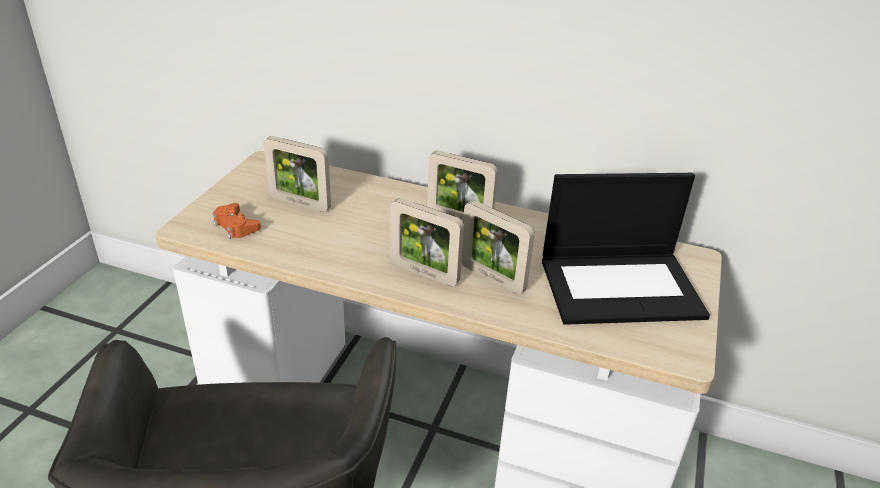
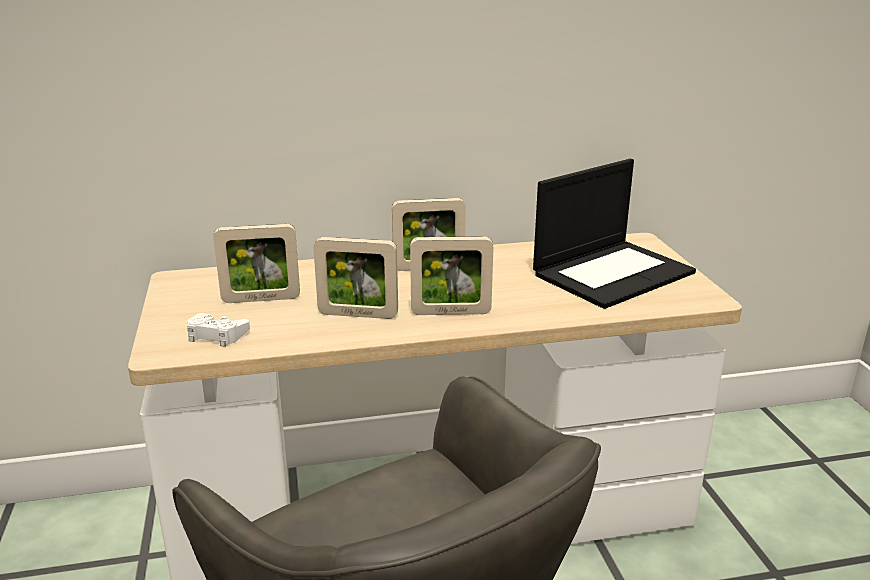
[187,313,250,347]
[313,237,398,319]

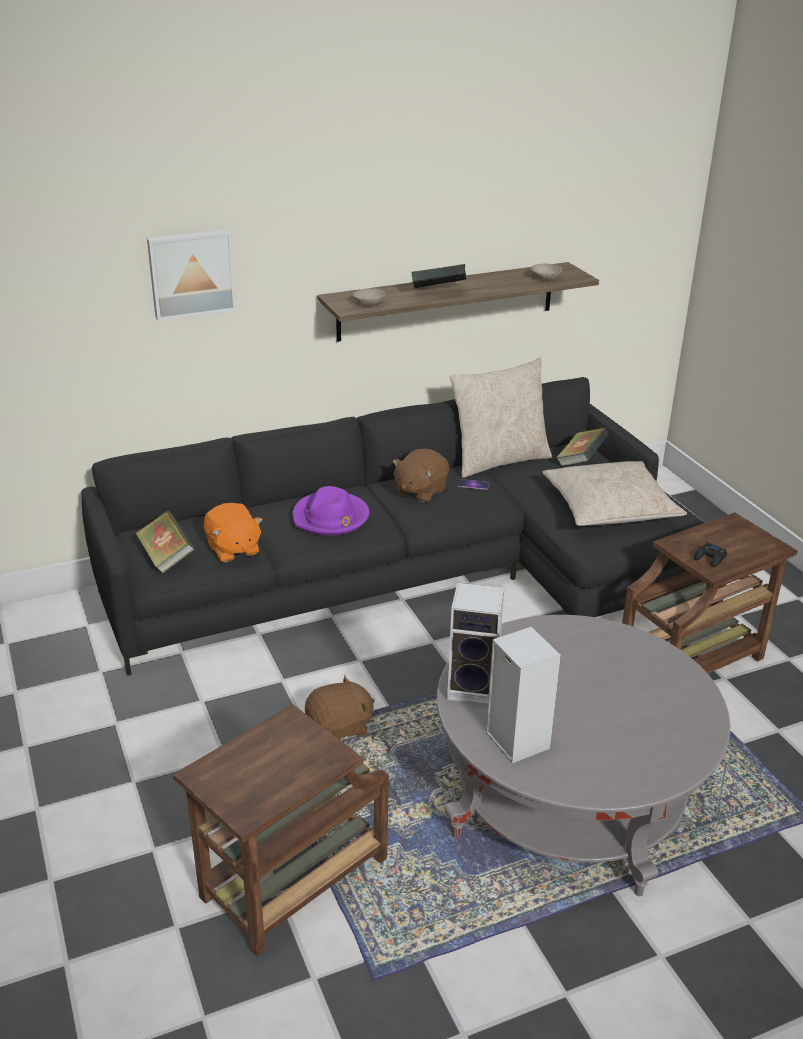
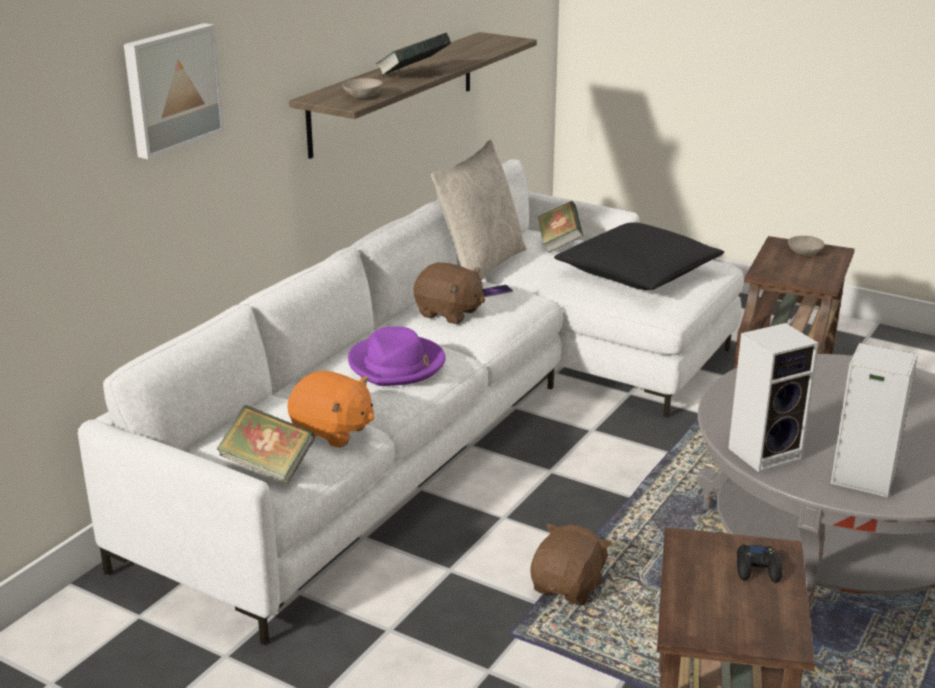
[78,159,744,646]
[414,262,485,324]
[788,236,825,256]
[554,222,724,290]
[737,544,782,583]

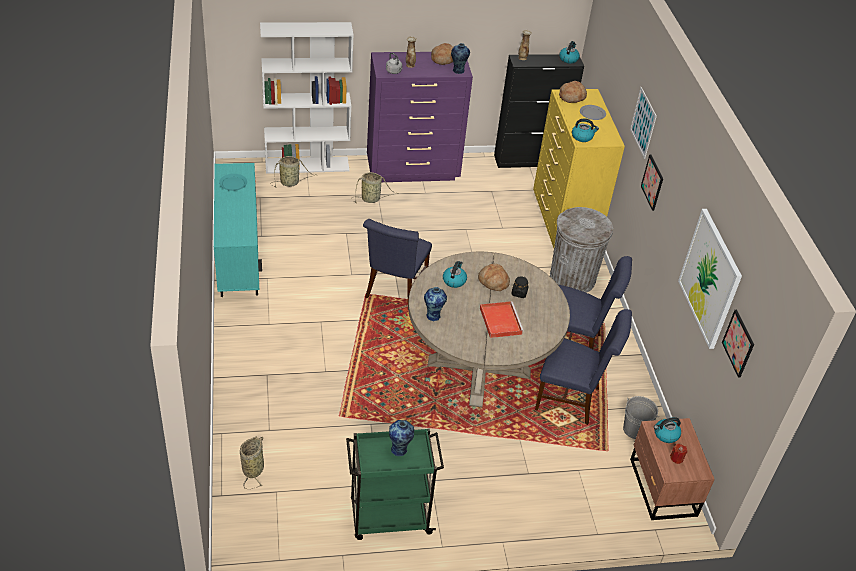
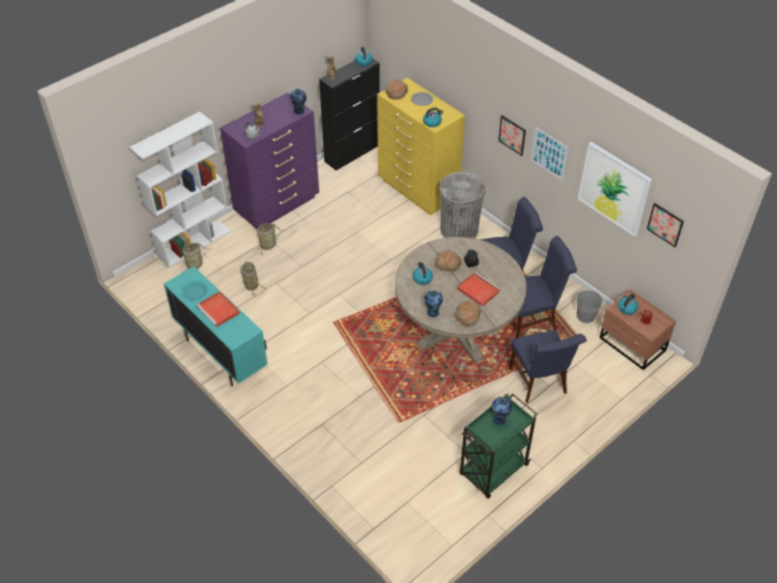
[240,262,267,296]
[509,330,587,403]
[456,301,481,326]
[531,127,569,181]
[197,291,240,327]

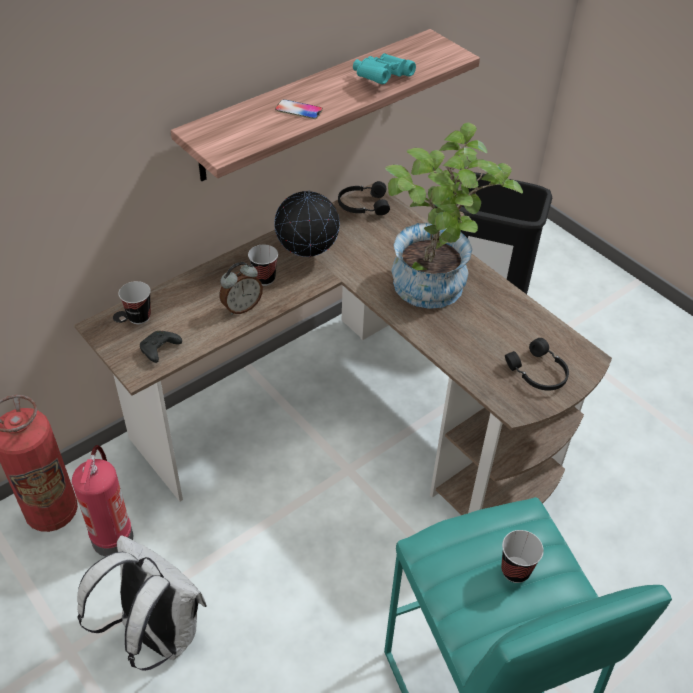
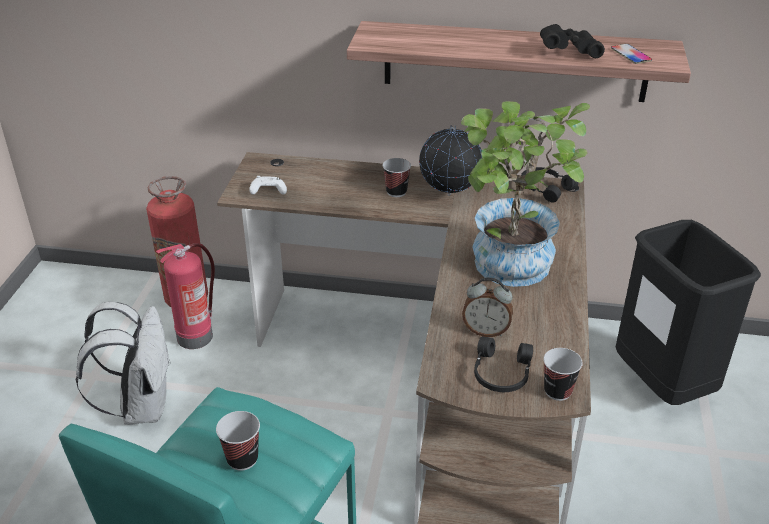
[543,348,583,401]
[249,176,287,195]
[462,277,513,337]
[611,44,652,64]
[540,24,605,58]

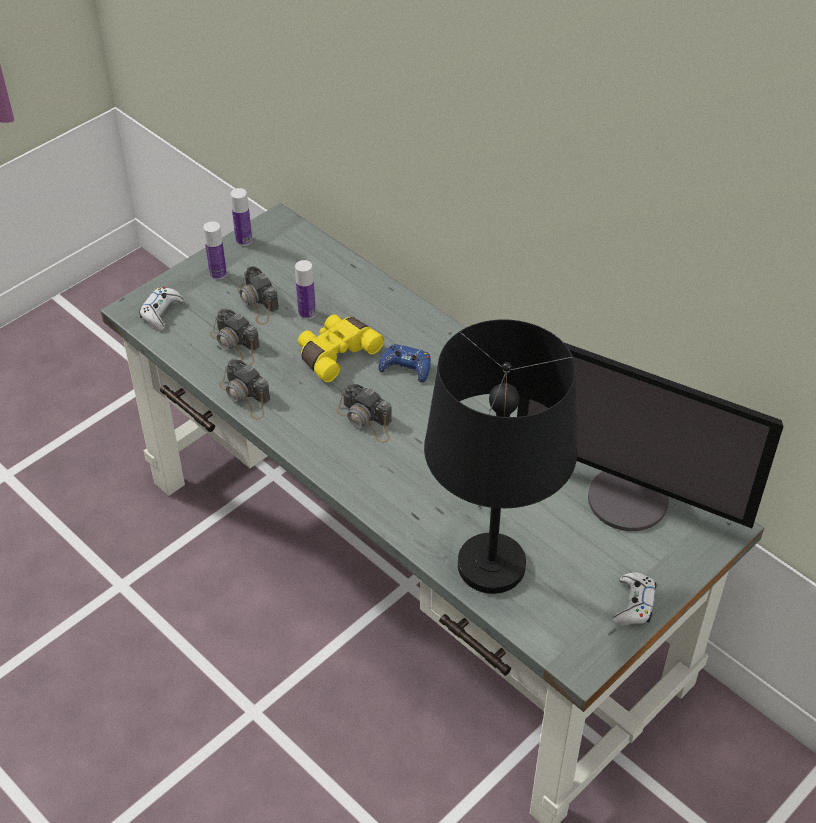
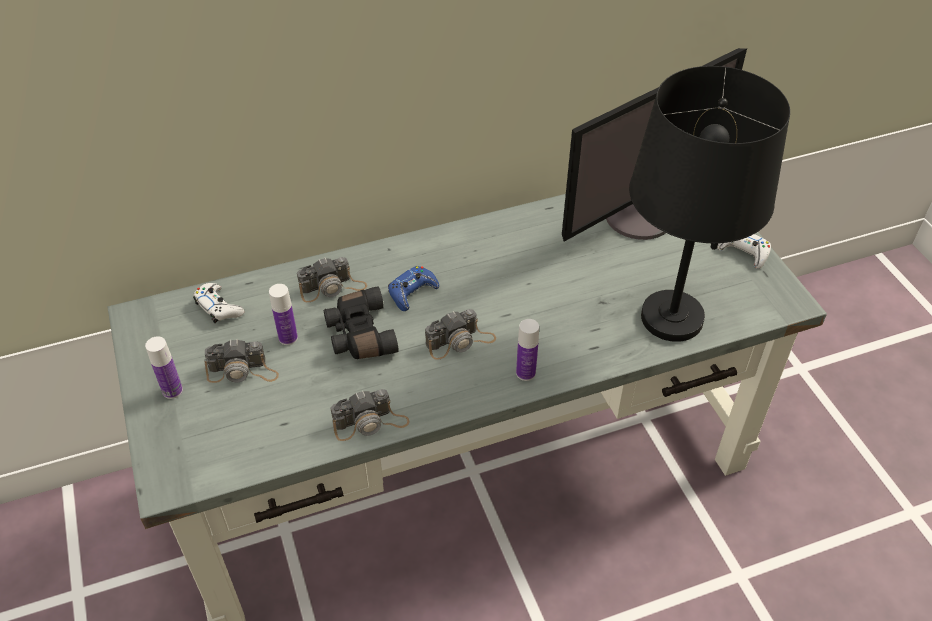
[193,283,244,323]
[297,257,367,302]
[516,319,539,381]
[324,286,399,359]

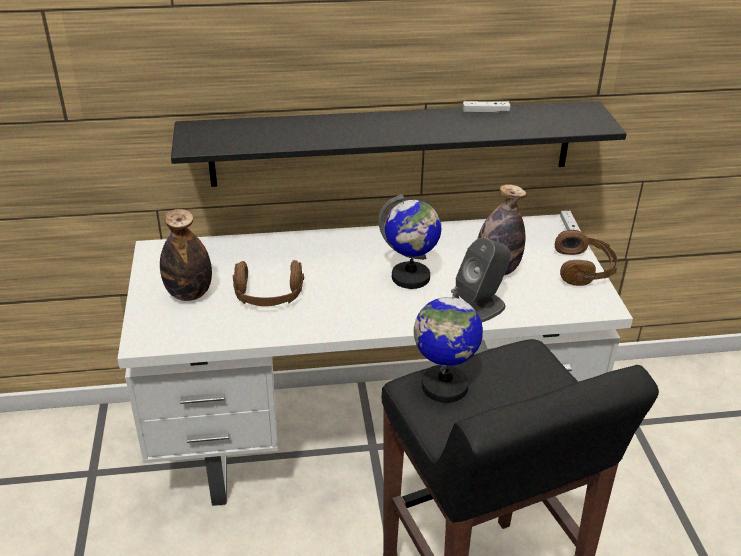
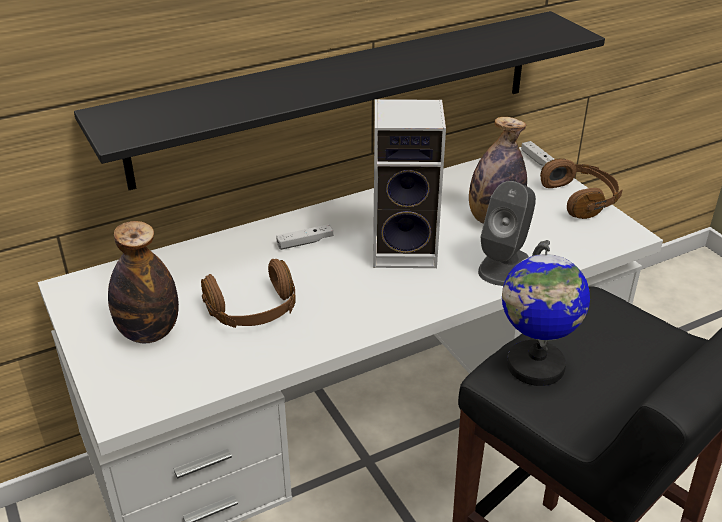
[373,99,446,268]
[276,224,333,250]

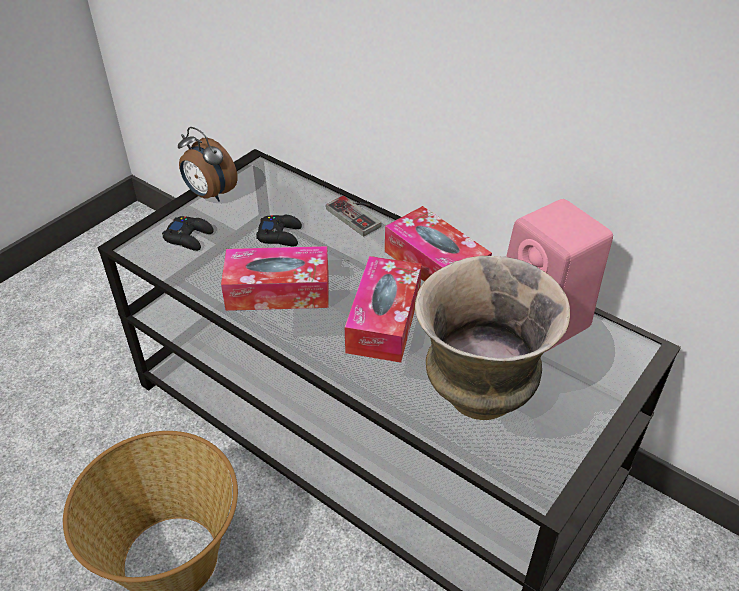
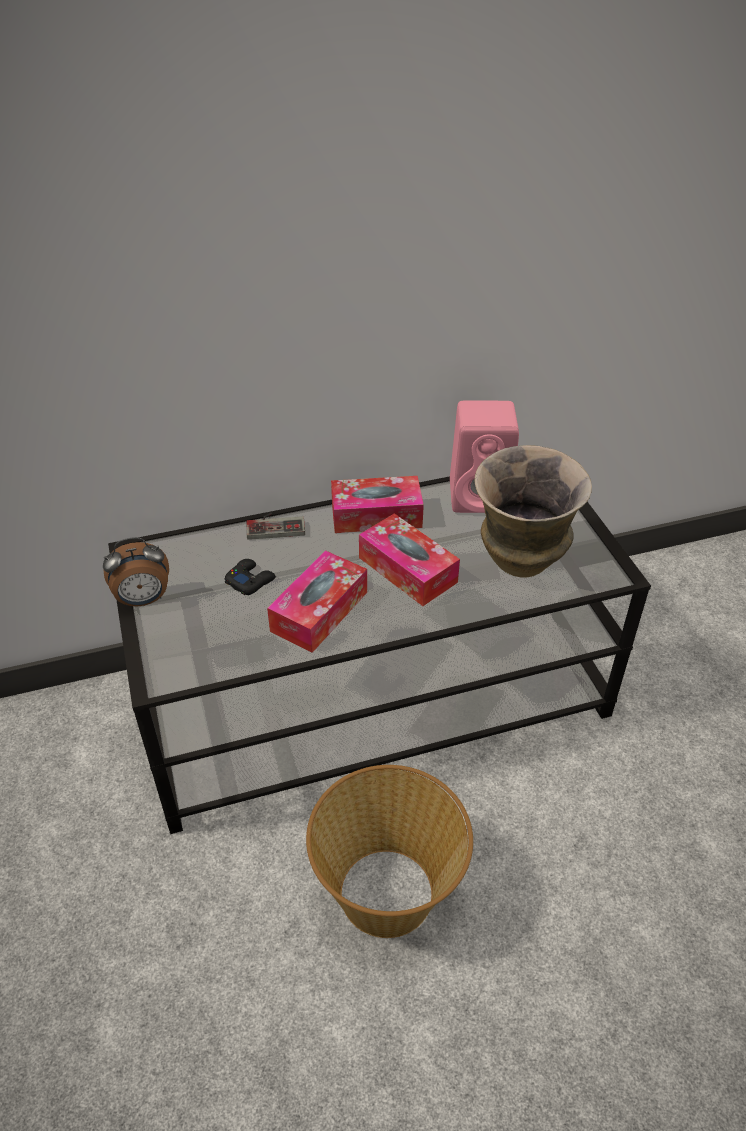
[162,216,214,251] (first image)

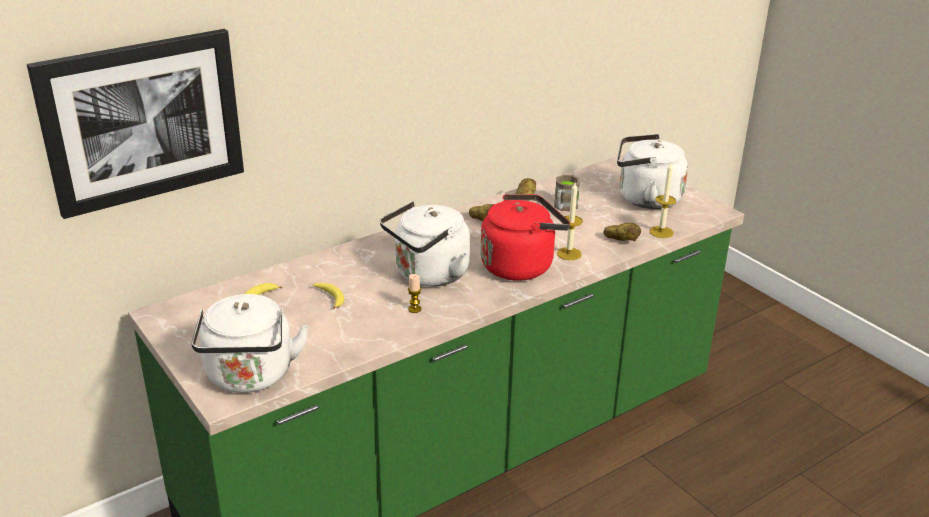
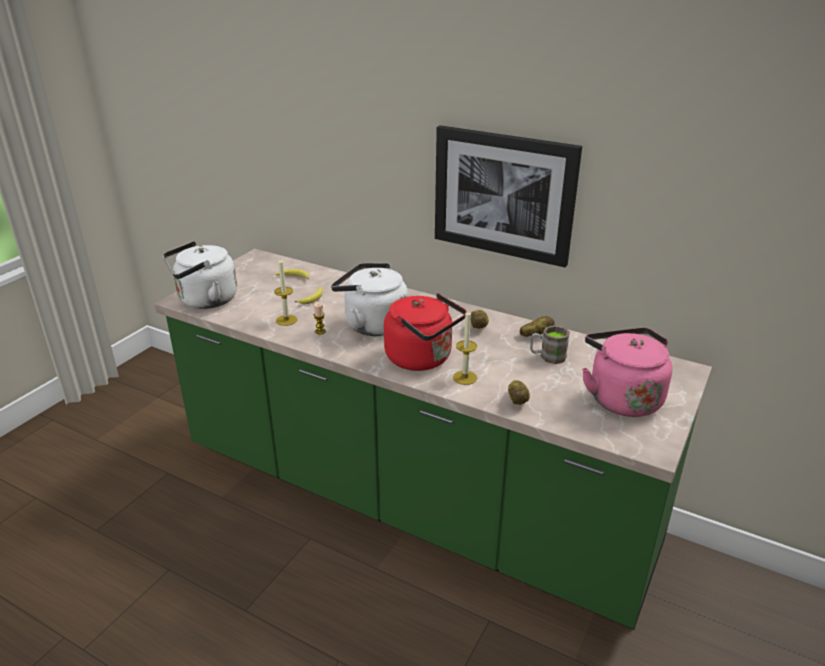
[435,125,582,267]
[582,328,673,417]
[274,258,297,326]

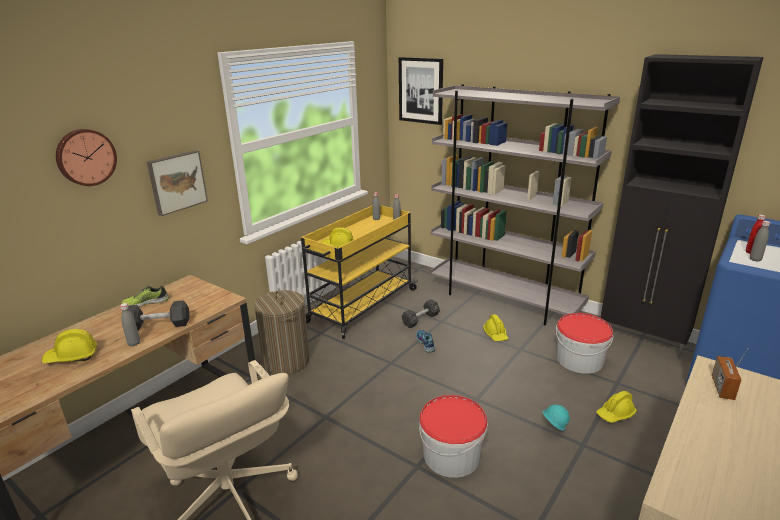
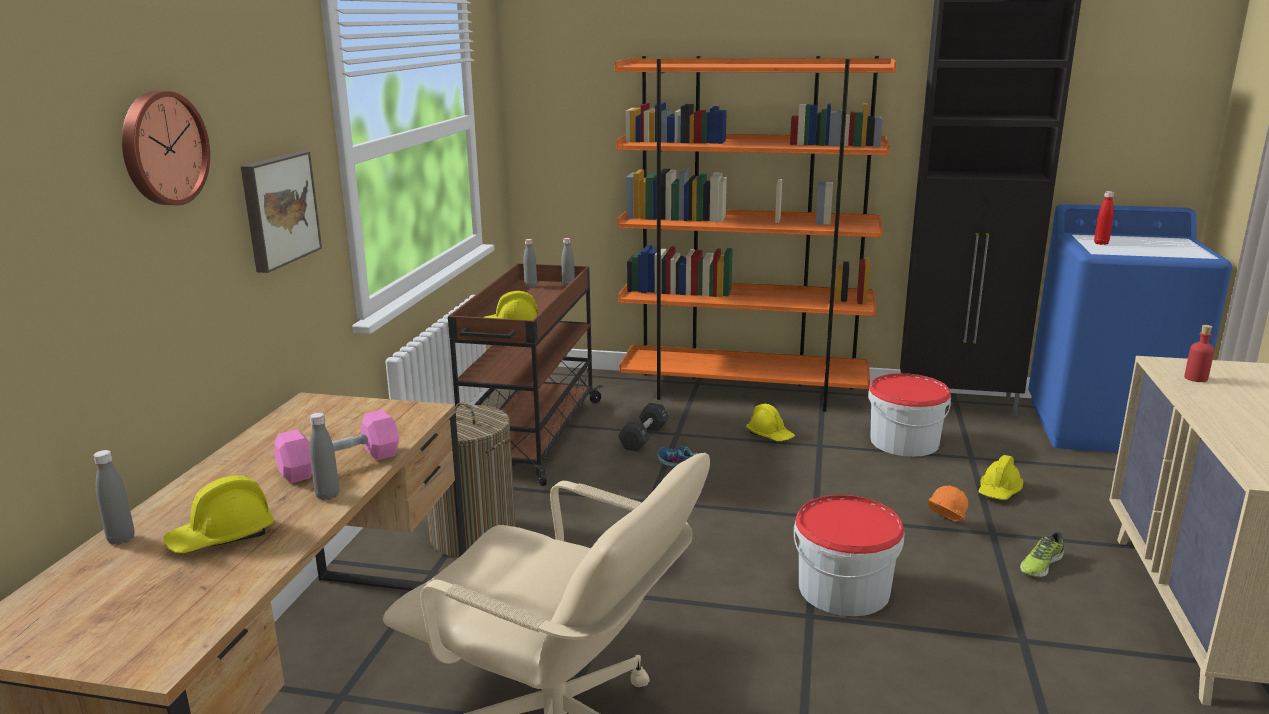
[1020,532,1064,577]
[274,409,399,483]
[448,263,603,486]
[399,57,443,125] (first image)
[615,56,897,412]
[928,485,968,522]
[1184,325,1214,382]
[93,450,135,545]

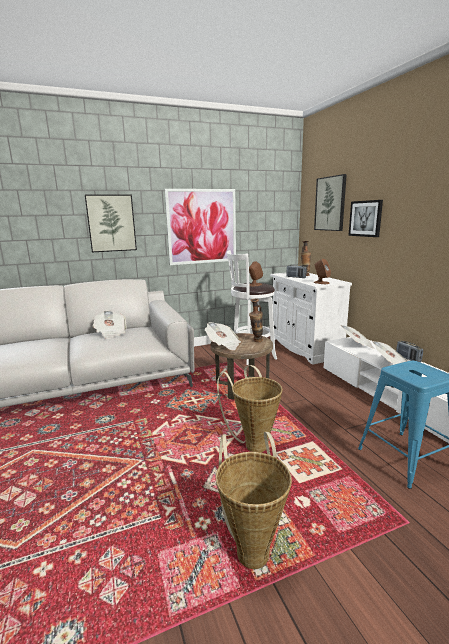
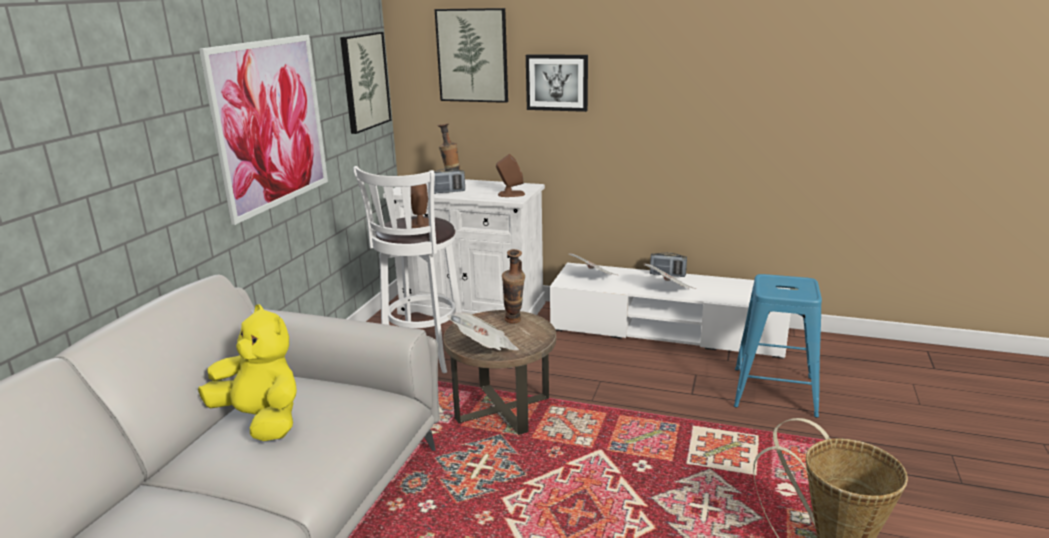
[340,32,392,134]
[198,304,297,441]
[217,365,283,452] (first image)

